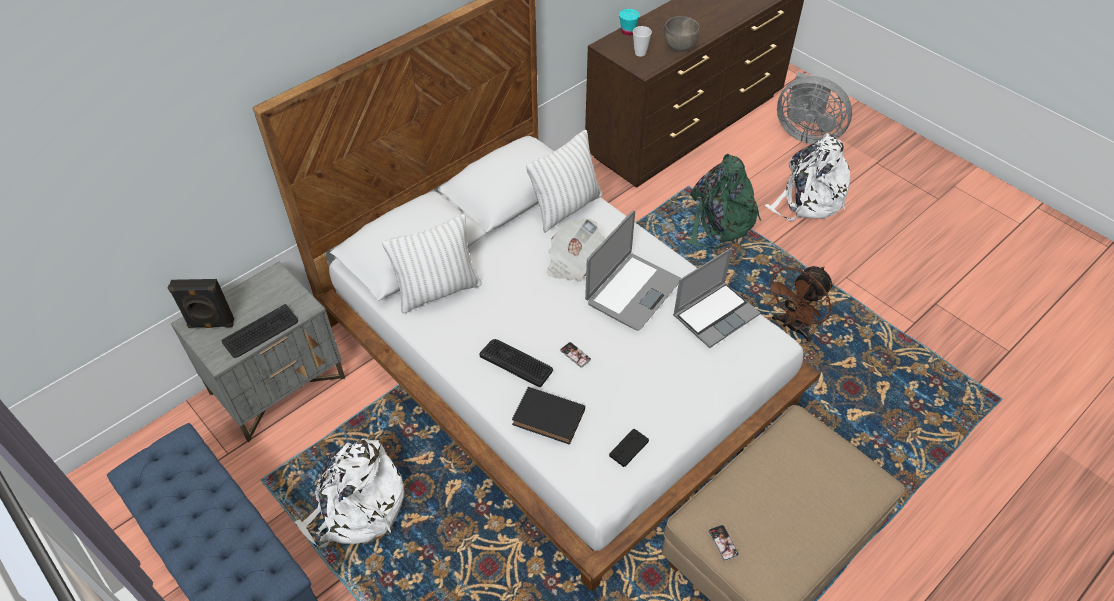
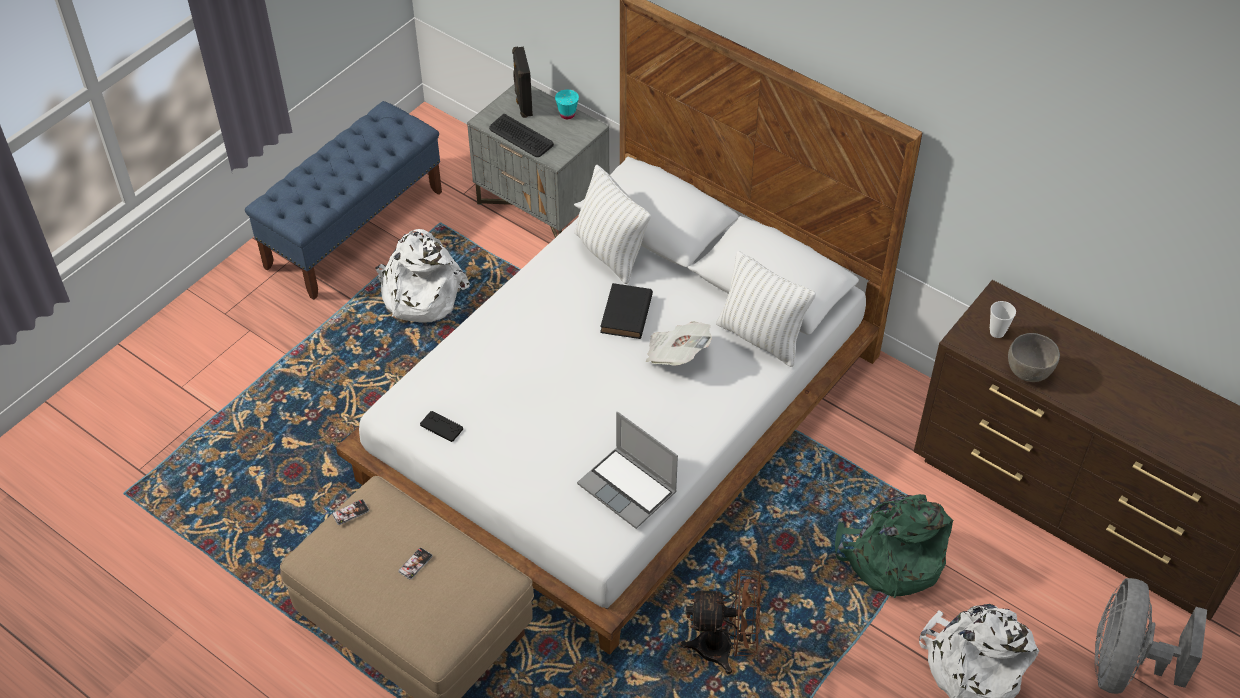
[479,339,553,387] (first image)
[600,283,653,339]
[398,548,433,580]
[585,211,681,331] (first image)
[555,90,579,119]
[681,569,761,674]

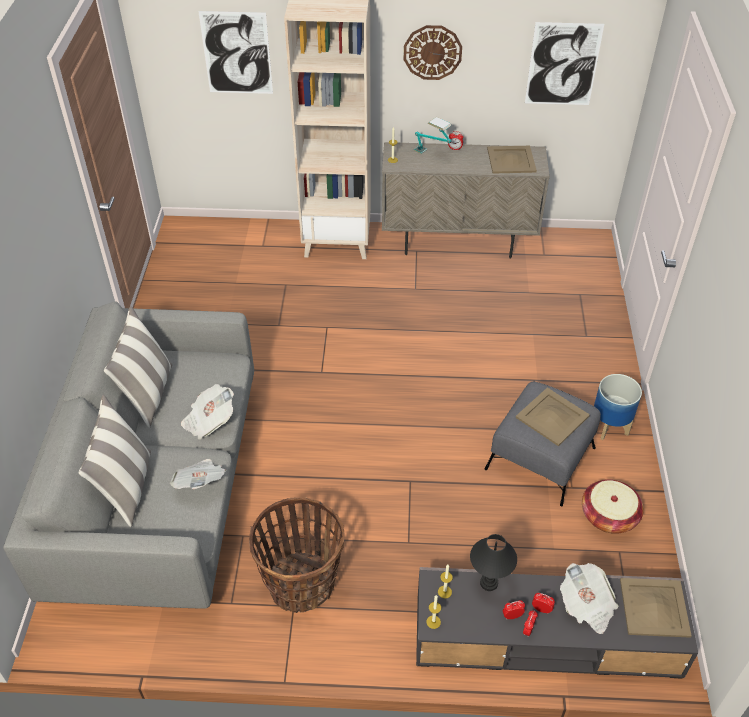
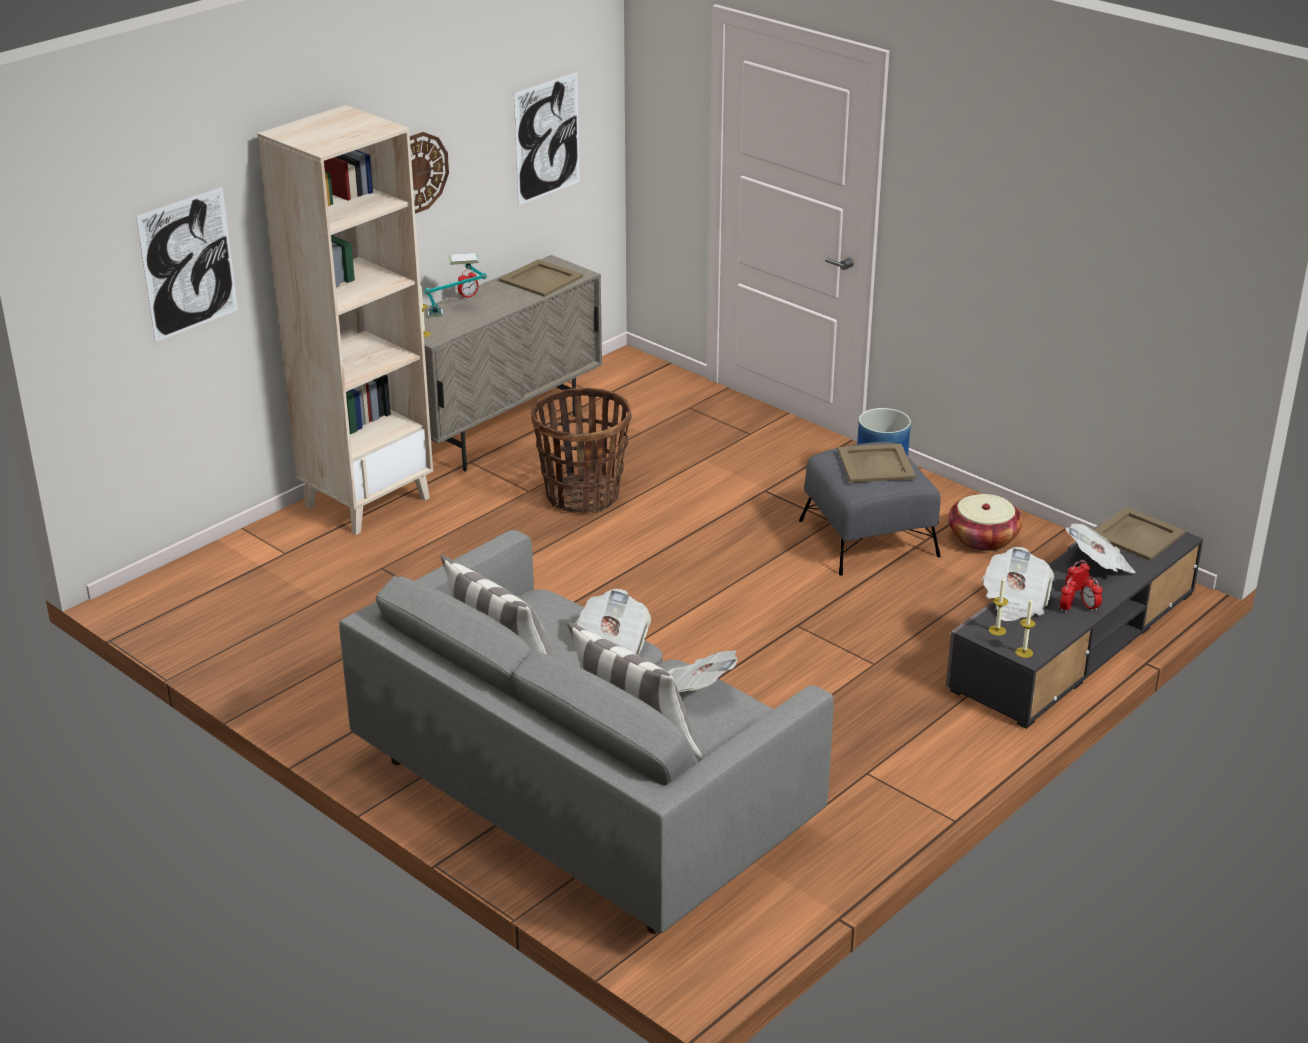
[531,388,632,514]
[982,547,1054,621]

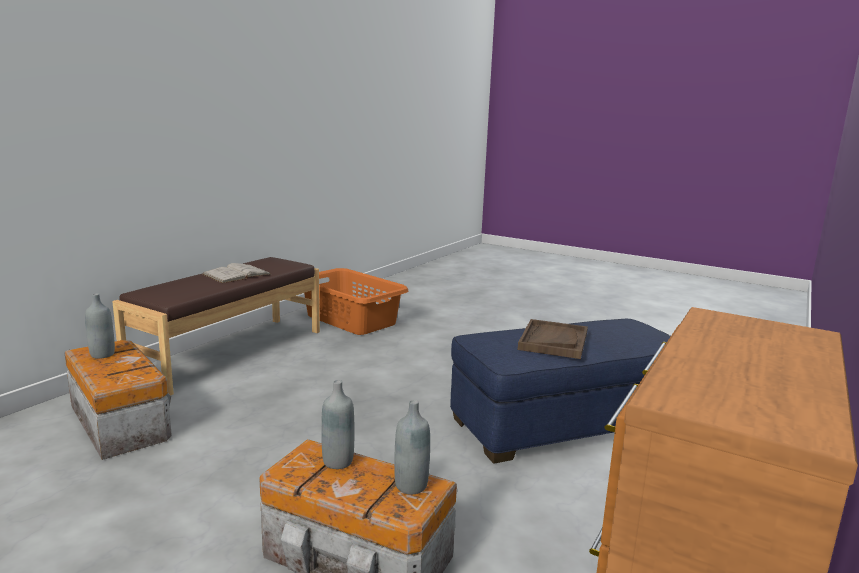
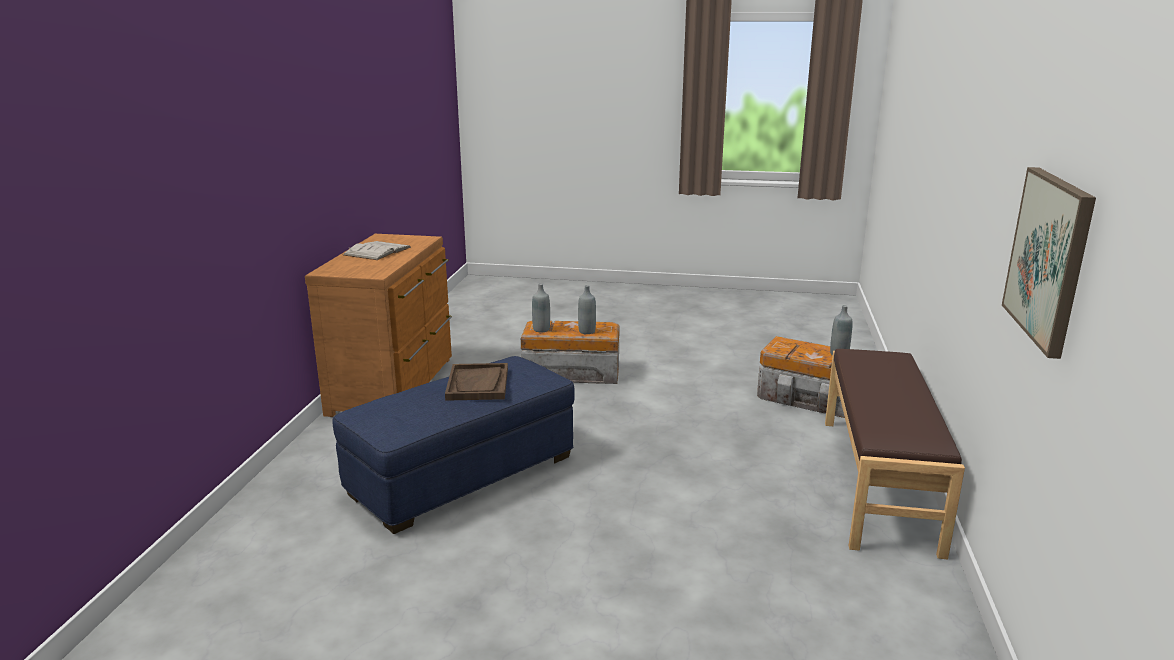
[343,241,411,260]
[304,268,408,335] (first image)
[1002,167,1096,359]

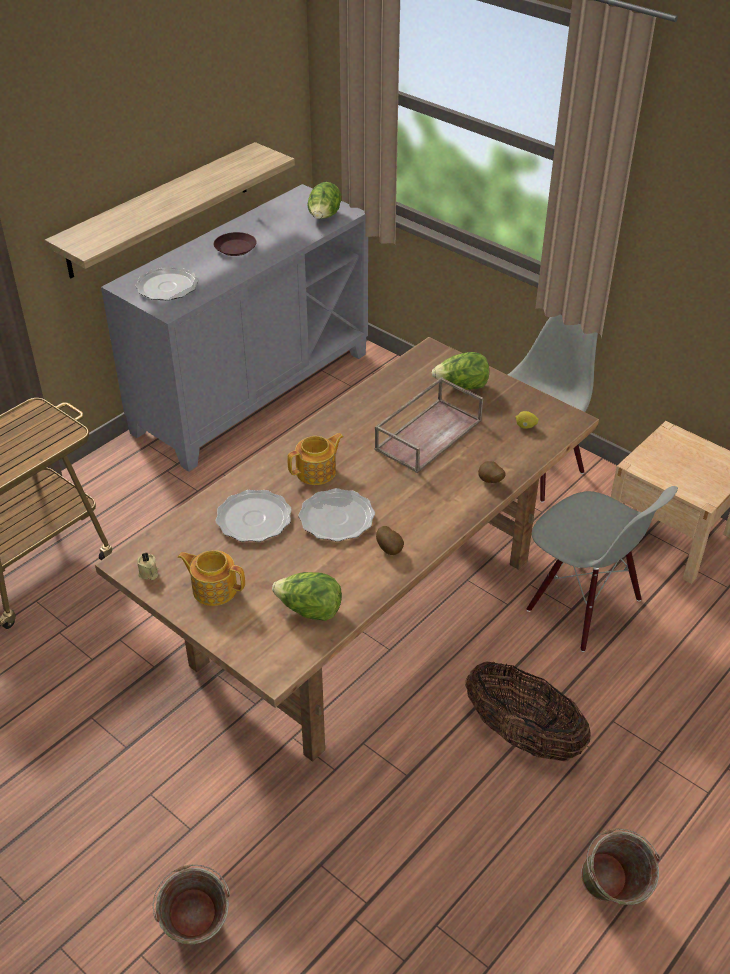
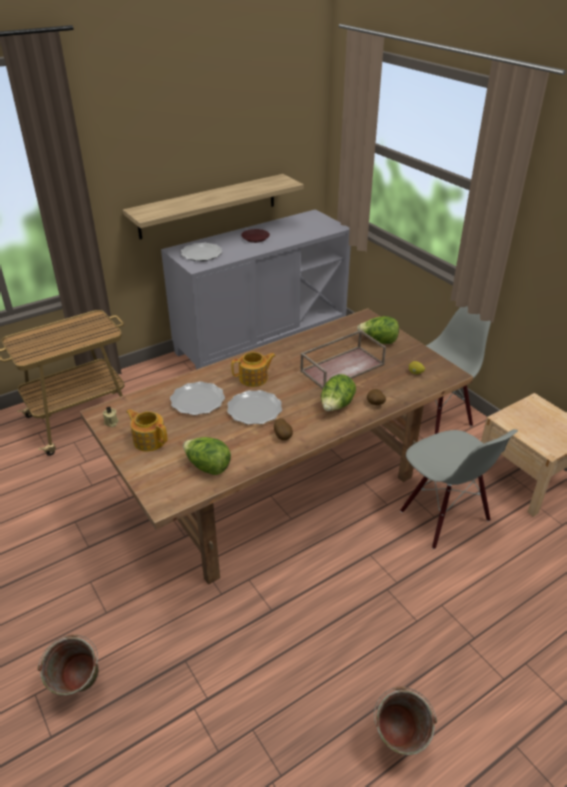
[321,374,356,411]
[465,661,591,761] (first image)

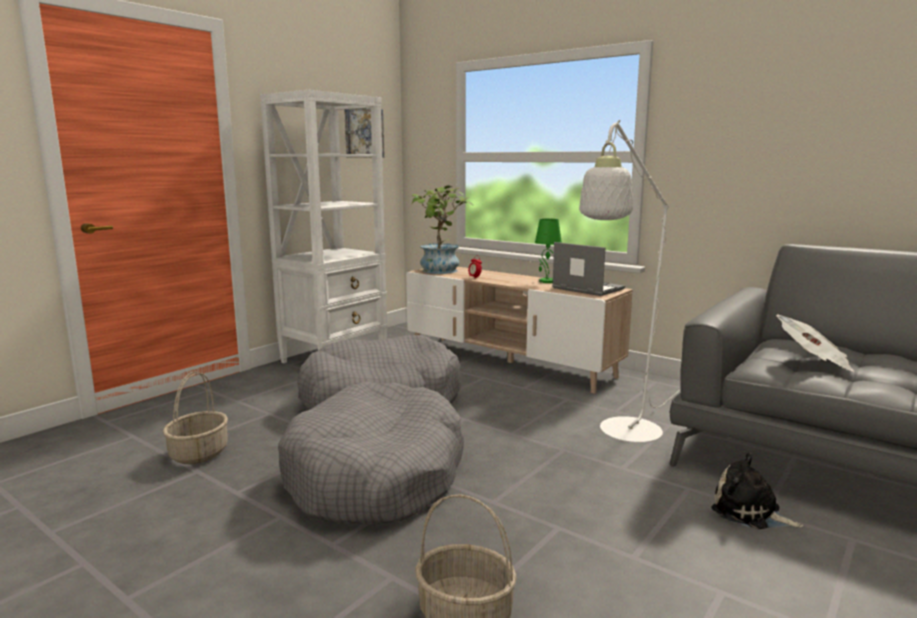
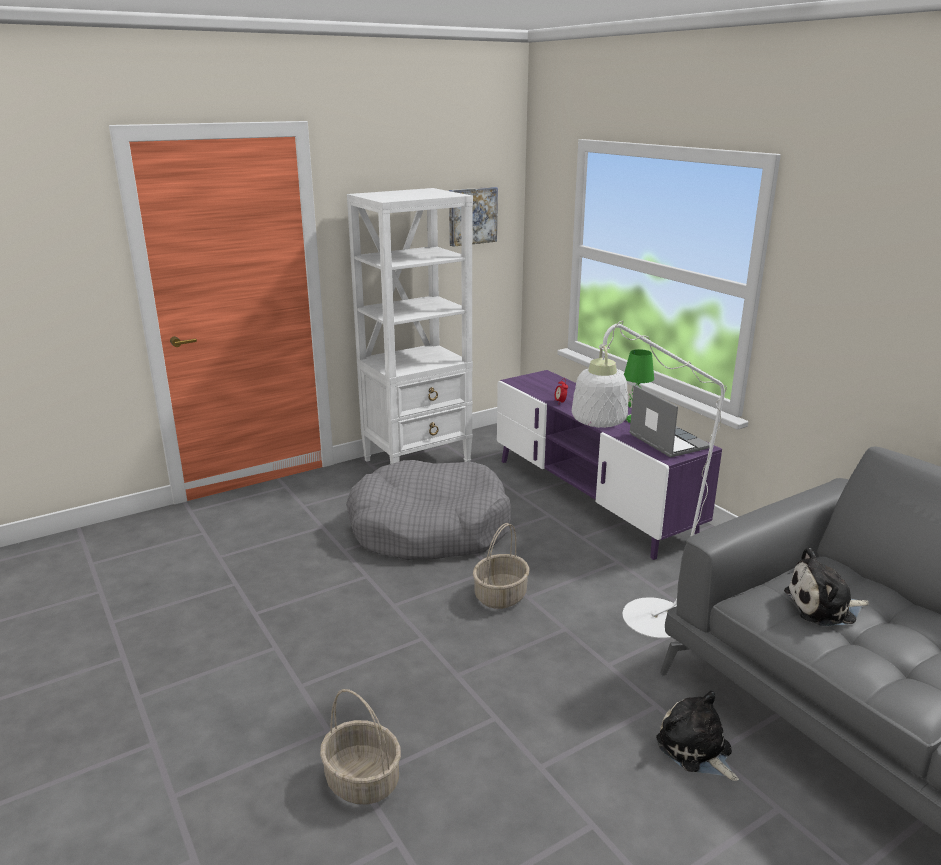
[473,523,530,609]
[278,381,464,525] (first image)
[497,370,722,560]
[411,185,474,274] (first image)
[784,548,869,626]

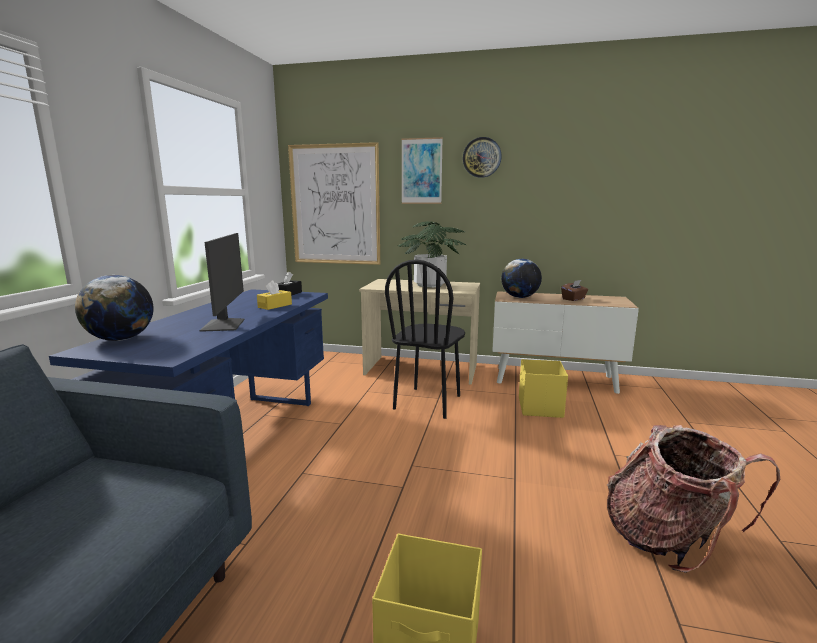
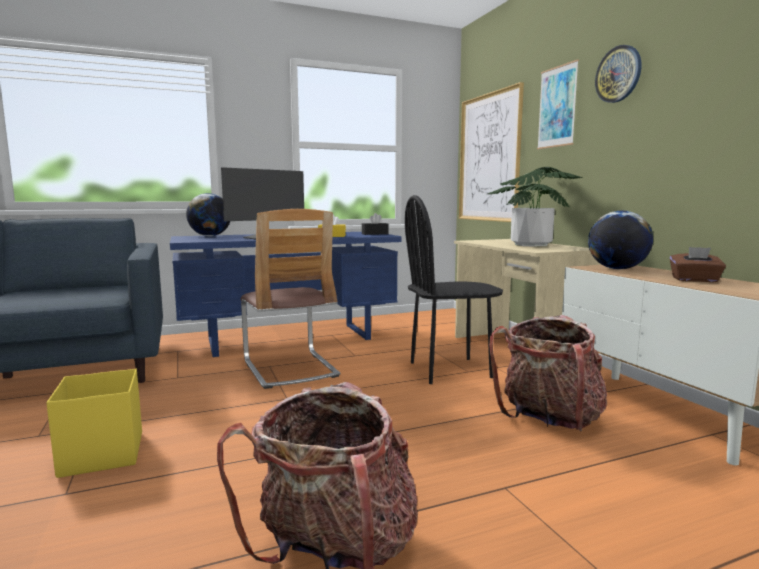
[489,315,607,431]
[241,209,340,389]

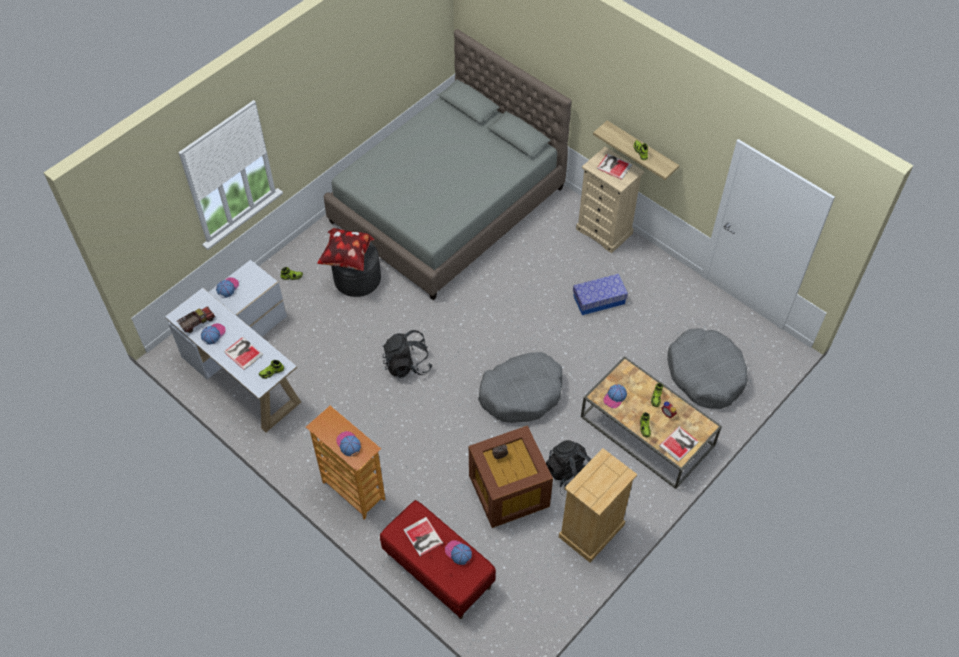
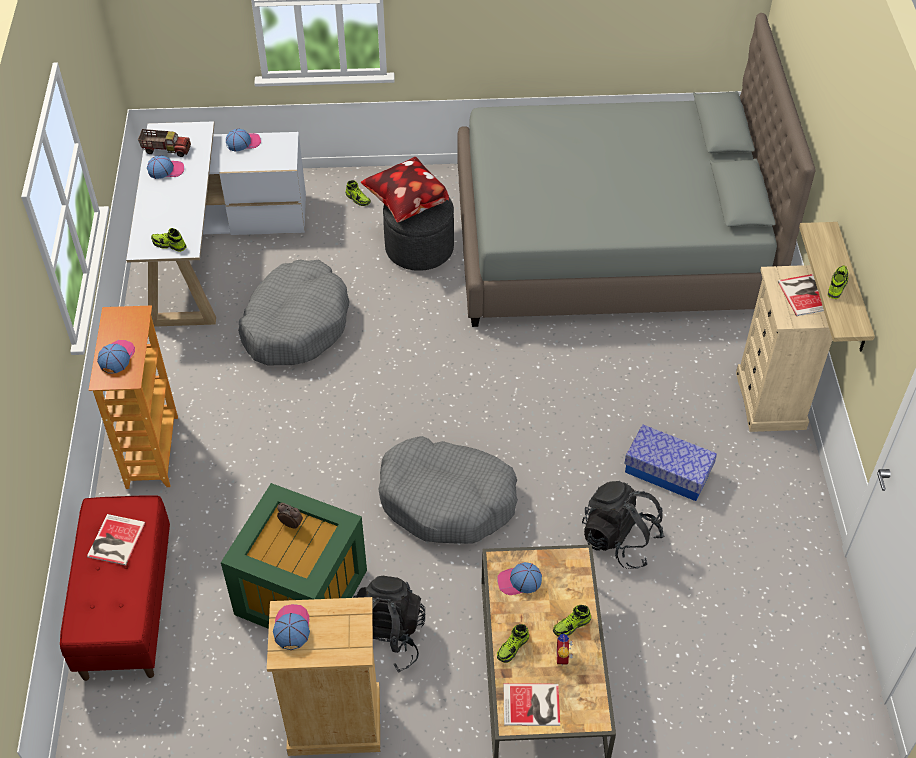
[224,337,263,370] (first image)
[582,481,665,569]
[273,604,310,650]
[221,483,367,629]
[238,259,350,366]

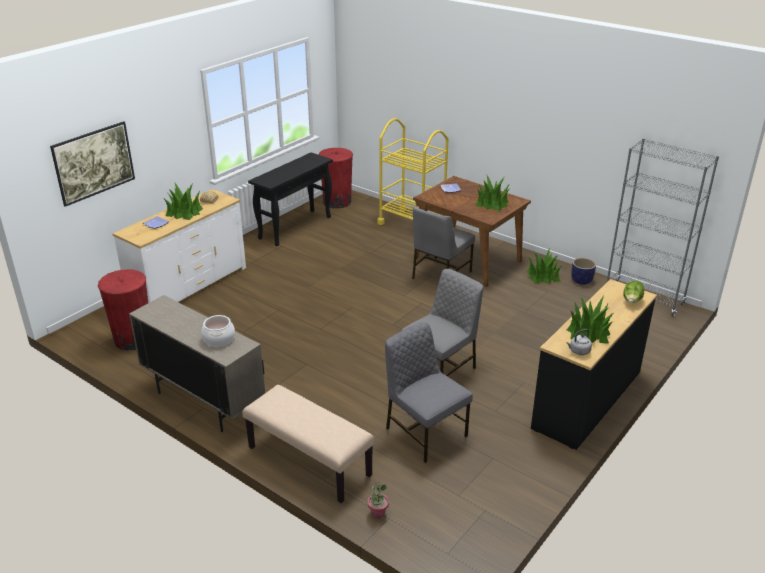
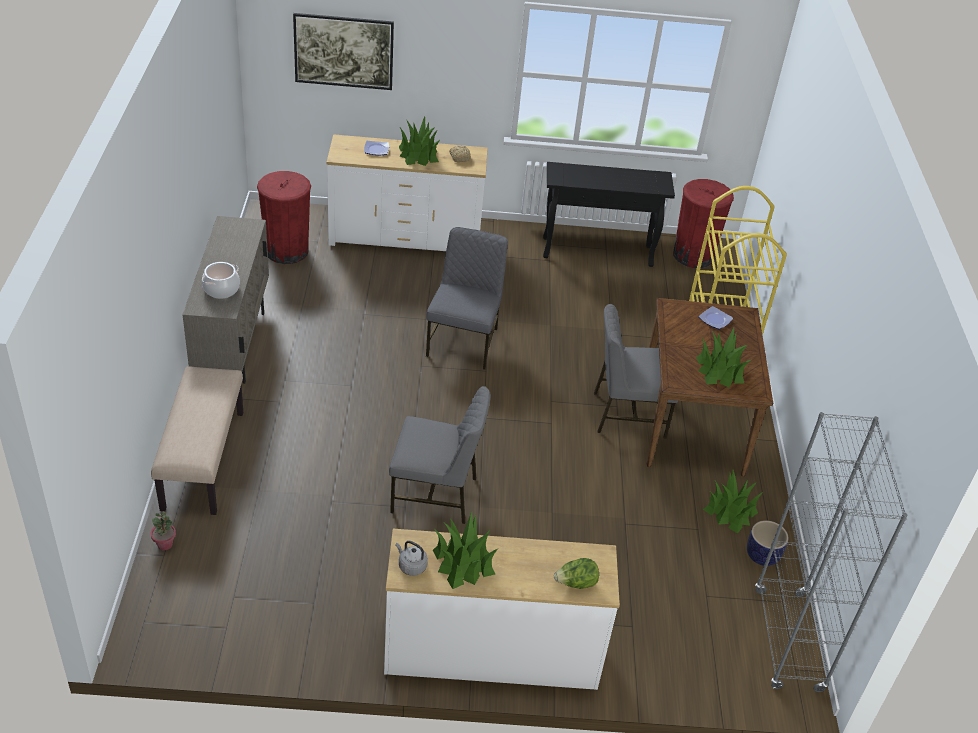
[426,227,508,370]
[384,529,620,690]

